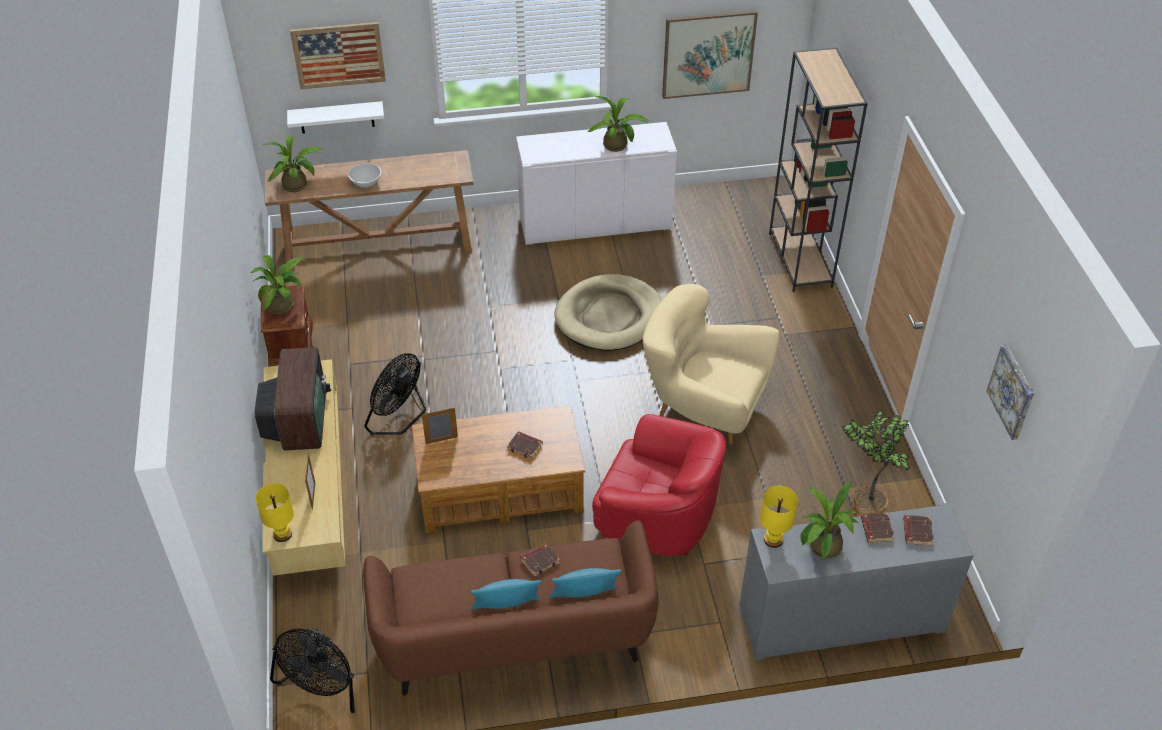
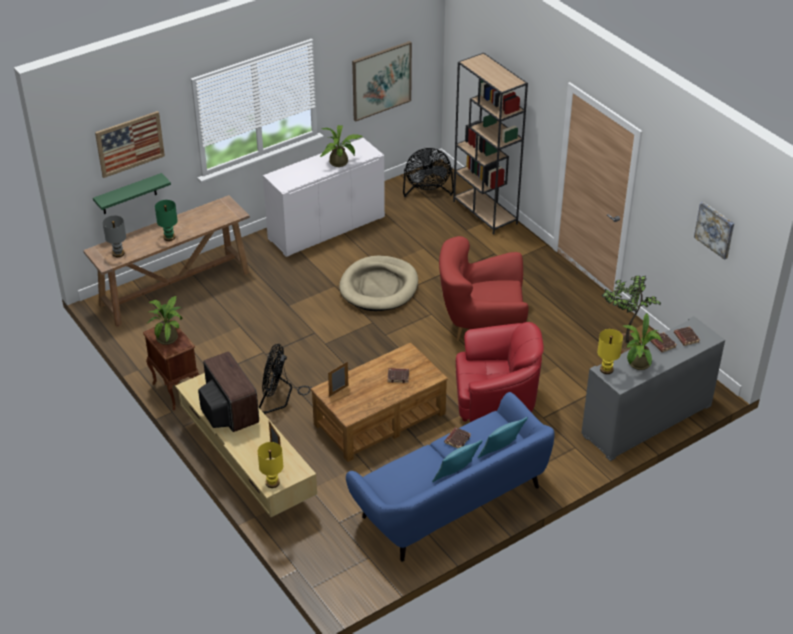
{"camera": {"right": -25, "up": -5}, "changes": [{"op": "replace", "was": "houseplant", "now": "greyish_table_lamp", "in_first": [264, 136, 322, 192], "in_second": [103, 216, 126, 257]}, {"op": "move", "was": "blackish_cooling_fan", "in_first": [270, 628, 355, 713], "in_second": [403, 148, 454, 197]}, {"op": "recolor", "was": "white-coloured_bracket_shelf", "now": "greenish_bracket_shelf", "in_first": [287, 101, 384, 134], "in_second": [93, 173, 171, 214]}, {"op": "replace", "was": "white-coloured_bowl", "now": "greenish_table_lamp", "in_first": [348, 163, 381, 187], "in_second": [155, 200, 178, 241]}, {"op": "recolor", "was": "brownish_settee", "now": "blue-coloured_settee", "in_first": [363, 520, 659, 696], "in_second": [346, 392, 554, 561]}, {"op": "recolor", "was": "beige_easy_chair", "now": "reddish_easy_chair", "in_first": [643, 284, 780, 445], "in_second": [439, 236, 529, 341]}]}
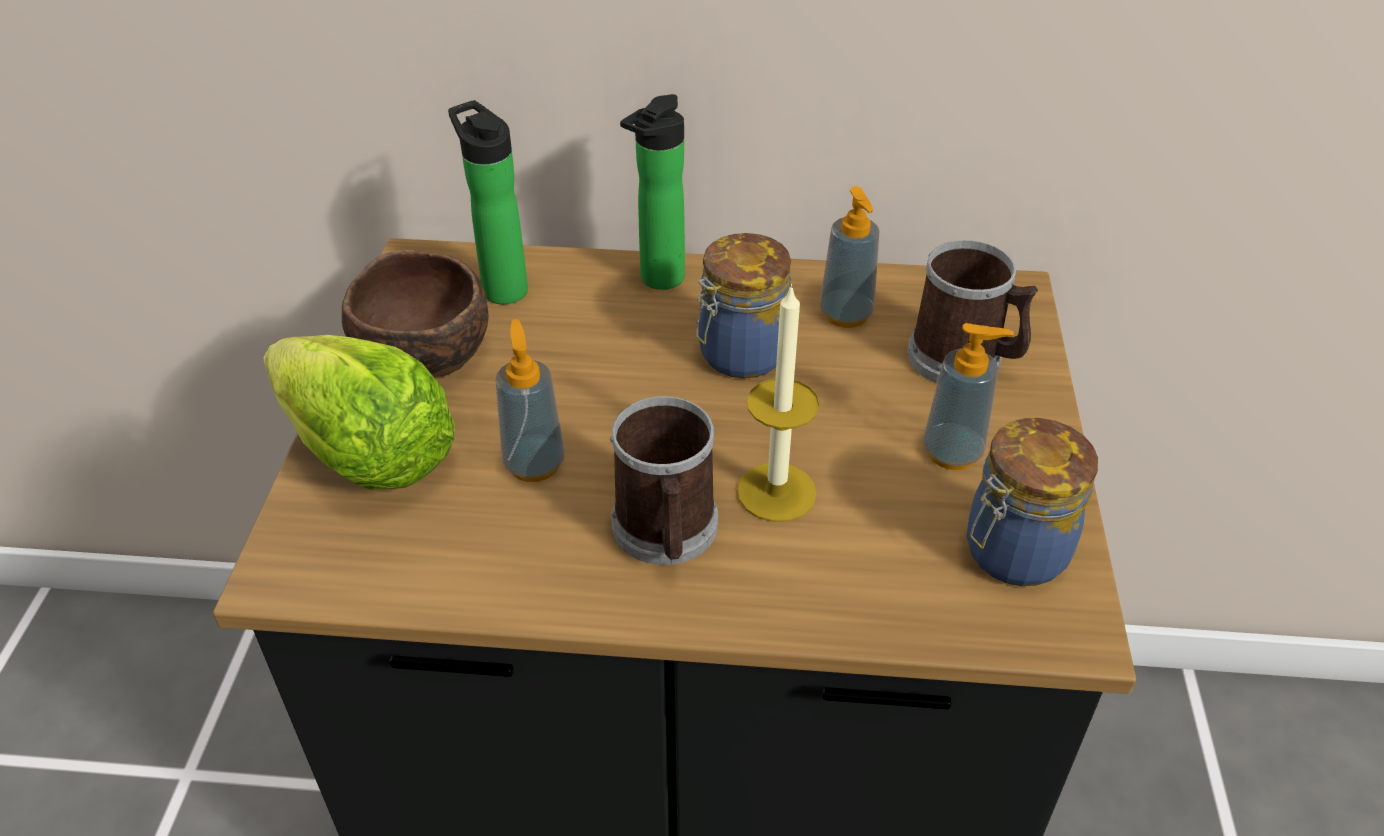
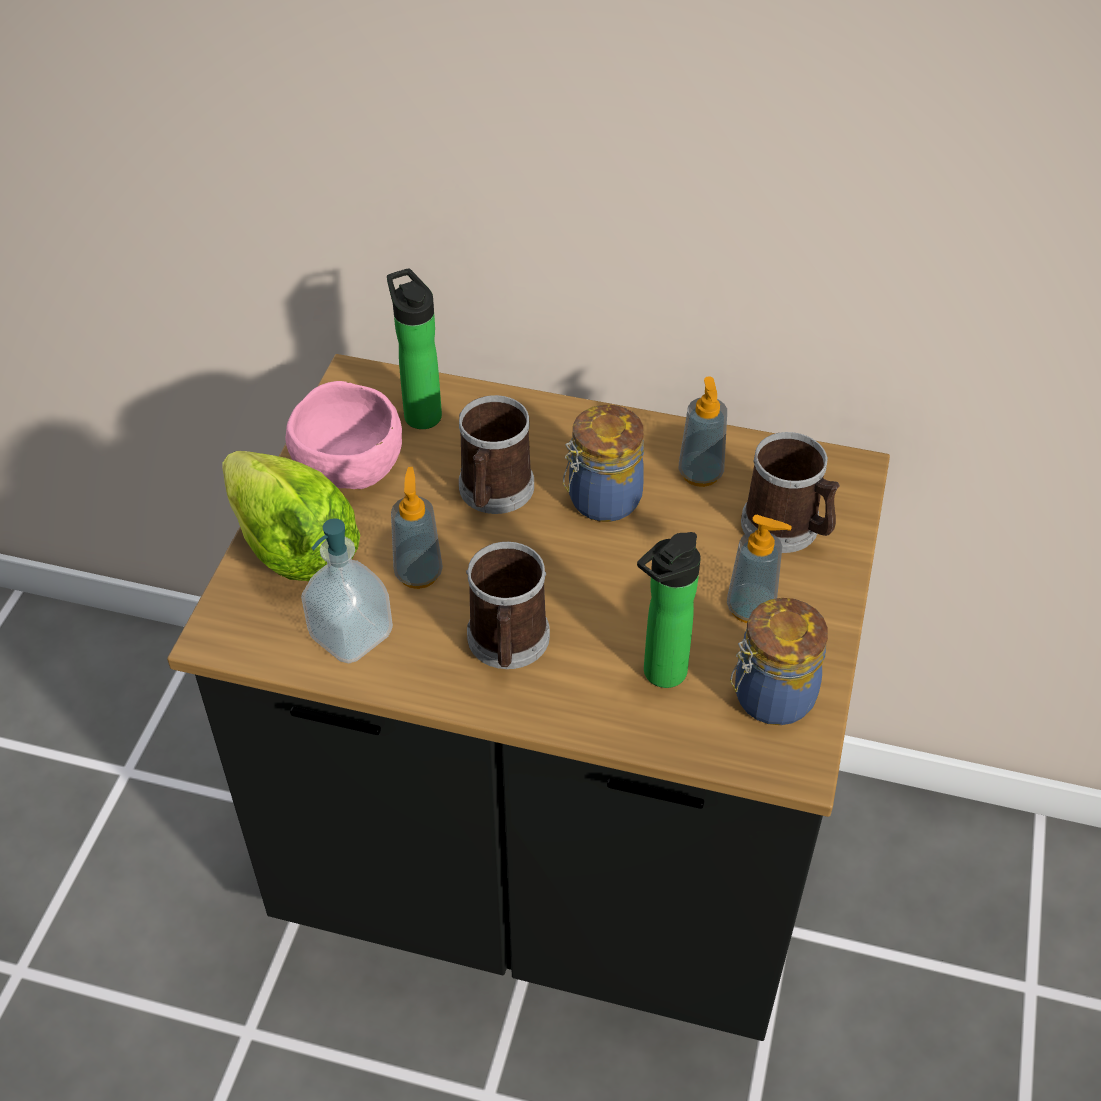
{"camera": {"right": 10, "up": 5}, "changes": [{"op": "recolor", "was": "brownish_bowl", "now": "pinkish_bowl", "in_first": [342, 250, 489, 376], "in_second": [285, 381, 402, 489]}, {"op": "move", "was": "bottle", "in_first": [620, 94, 685, 290], "in_second": [637, 532, 701, 688]}, {"op": "delete", "was": "wax_light", "in_first": [737, 284, 820, 522]}, {"op": "insert", "now": "soap_bottle", "in_second": [301, 518, 393, 663]}, {"op": "insert", "now": "coffee_mug", "in_second": [459, 395, 534, 514]}]}
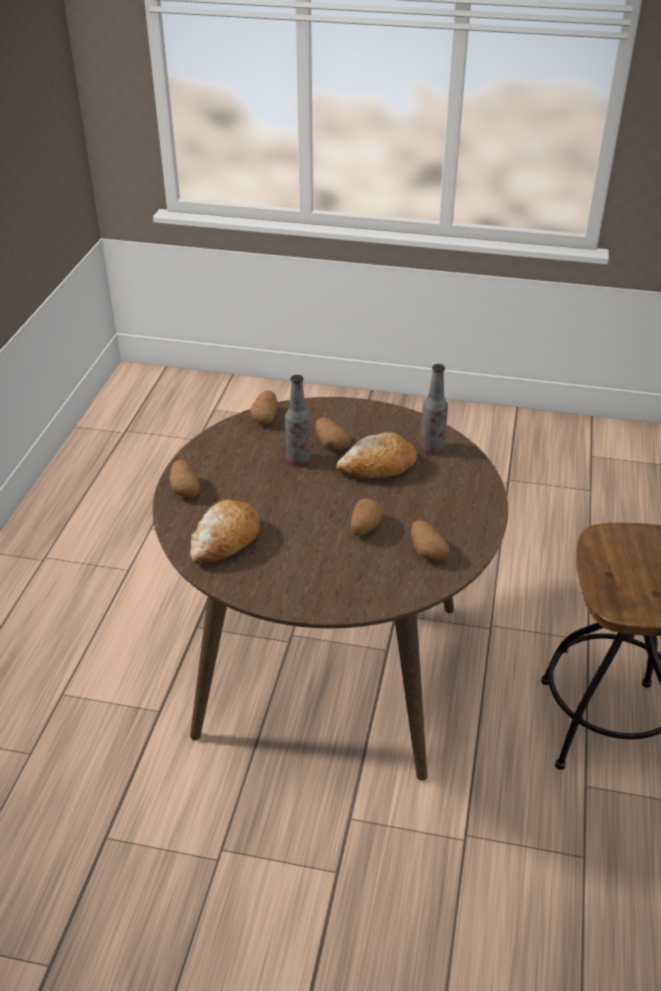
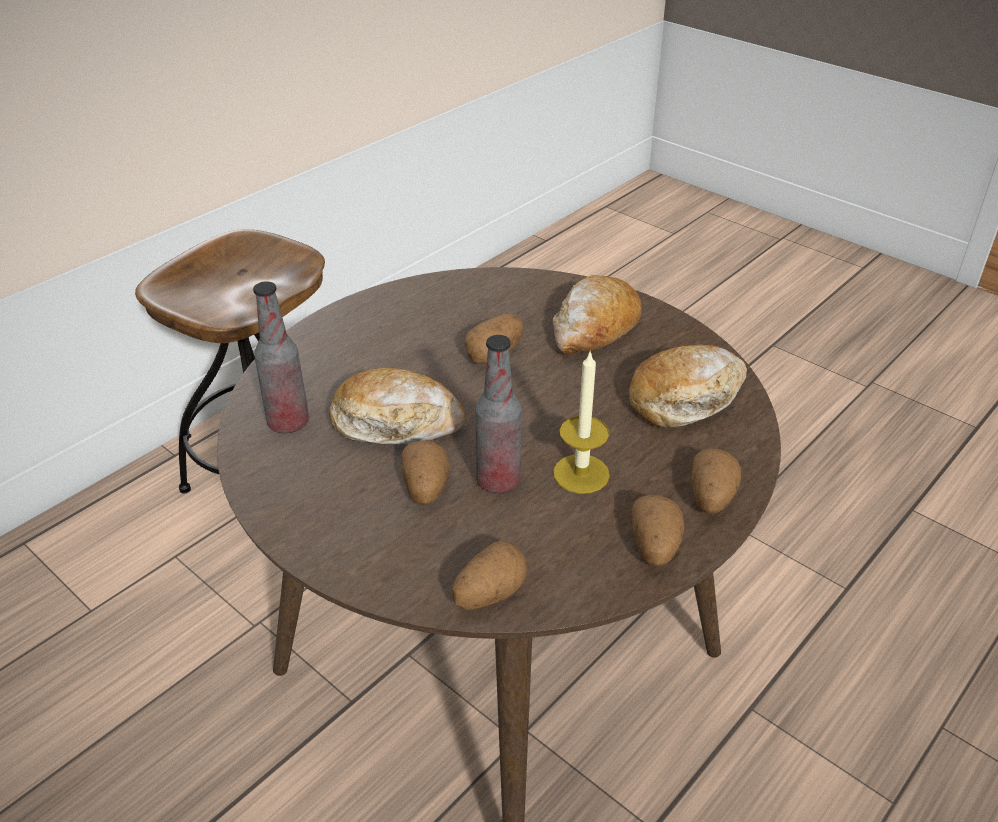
{"camera": {"right": -150, "up": 0}, "changes": [{"op": "move", "was": "potato", "in_first": [411, 520, 449, 561], "in_second": [632, 495, 684, 567]}, {"op": "insert", "now": "bread", "in_second": [553, 275, 642, 354]}, {"op": "insert", "now": "wax_light", "in_second": [553, 351, 610, 494]}]}
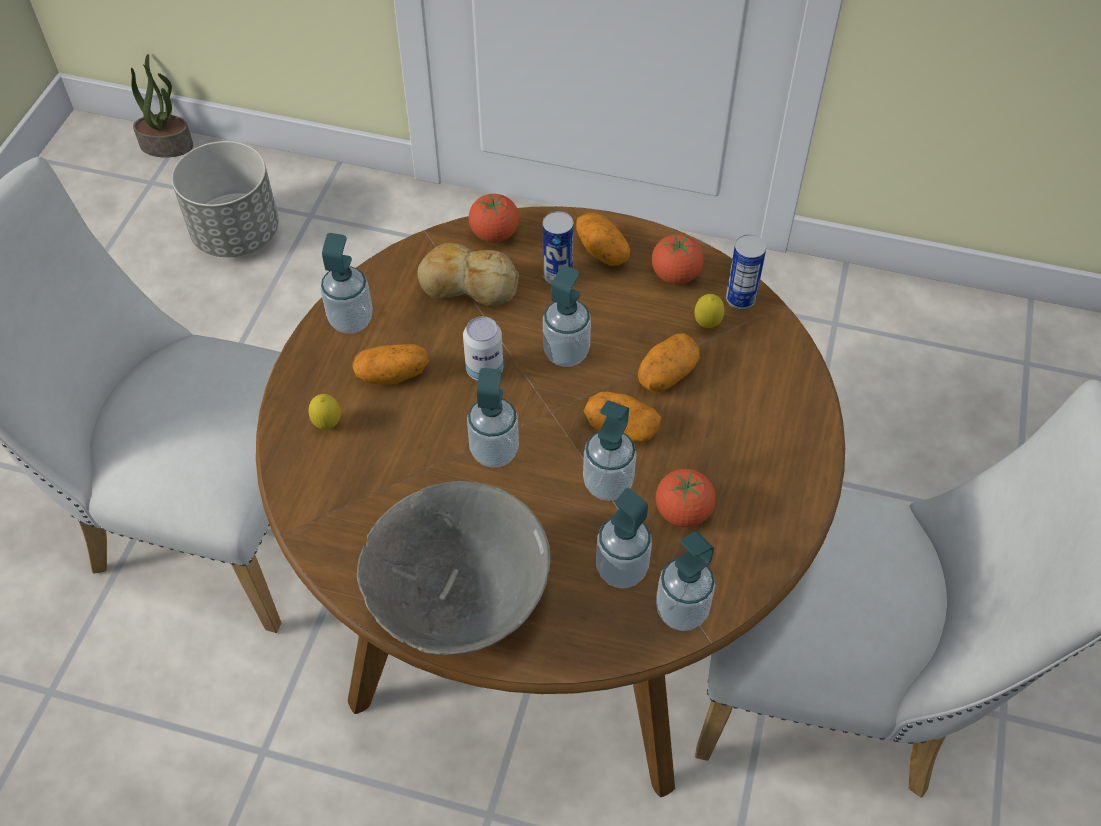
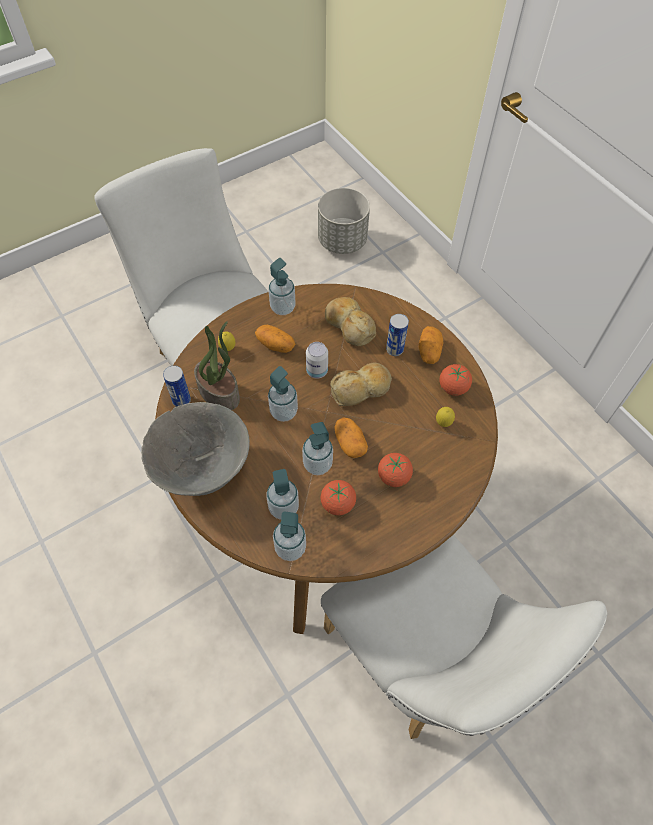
{"camera": {"right": 40, "up": 5}, "changes": [{"op": "move", "was": "houseplant", "in_first": [131, 54, 193, 157], "in_second": [194, 321, 240, 410]}, {"op": "move", "was": "tomato", "in_first": [469, 194, 519, 242], "in_second": [378, 453, 413, 487]}, {"op": "replace", "was": "soap_bottle", "now": "bread", "in_first": [543, 265, 591, 367], "in_second": [330, 363, 392, 406]}, {"op": "delete", "was": "potato", "in_first": [638, 333, 700, 392]}, {"op": "move", "was": "metal_can", "in_first": [726, 235, 767, 310], "in_second": [163, 365, 191, 407]}]}
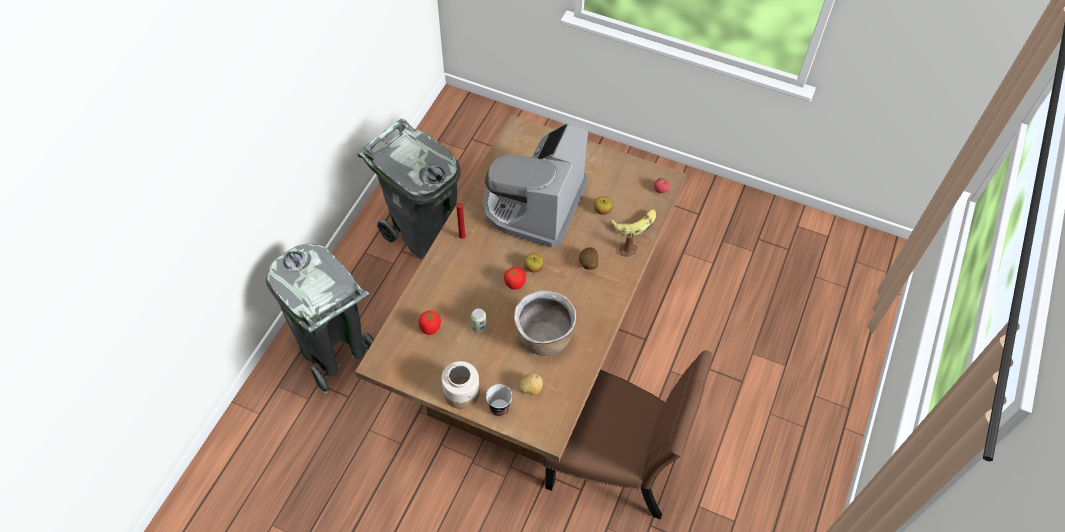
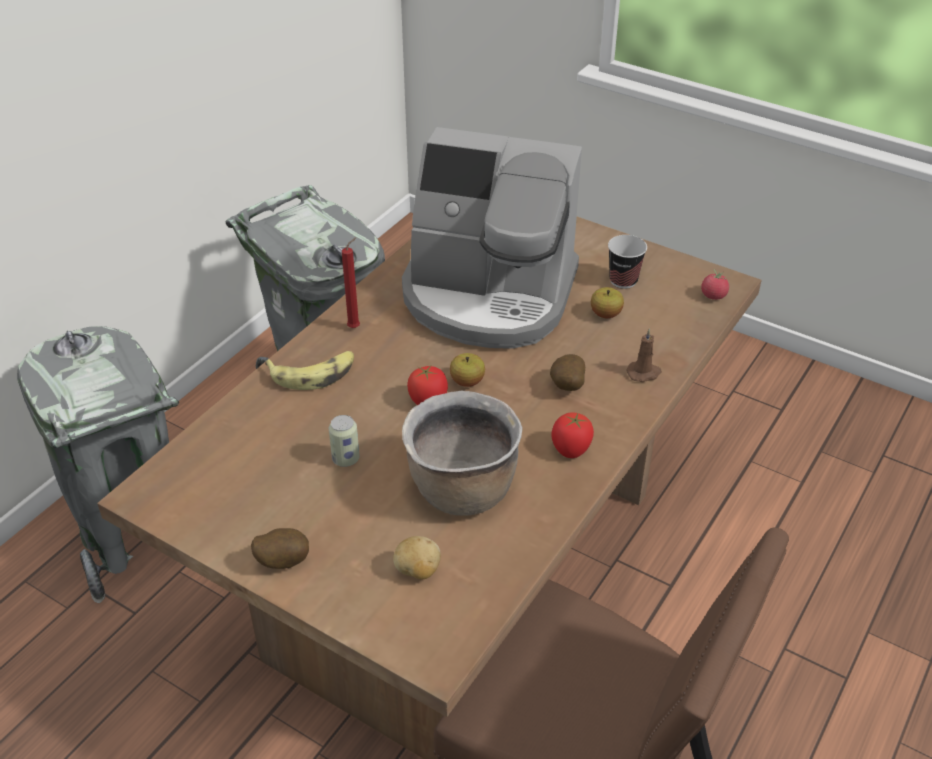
{"camera": {"right": 10, "up": -15}, "changes": [{"op": "move", "was": "tomato", "in_first": [418, 311, 441, 335], "in_second": [551, 412, 594, 458]}, {"op": "replace", "was": "storage_jar", "now": "potato", "in_first": [441, 361, 480, 409], "in_second": [251, 528, 309, 569]}, {"op": "rotate", "was": "coffee_brewer", "in_first": [483, 123, 588, 248], "in_second": [402, 127, 582, 349], "clockwise": -105}, {"op": "move", "was": "cup", "in_first": [486, 384, 512, 416], "in_second": [608, 235, 647, 289]}, {"op": "move", "was": "banana_fruit", "in_first": [610, 209, 656, 235], "in_second": [265, 351, 354, 390]}]}
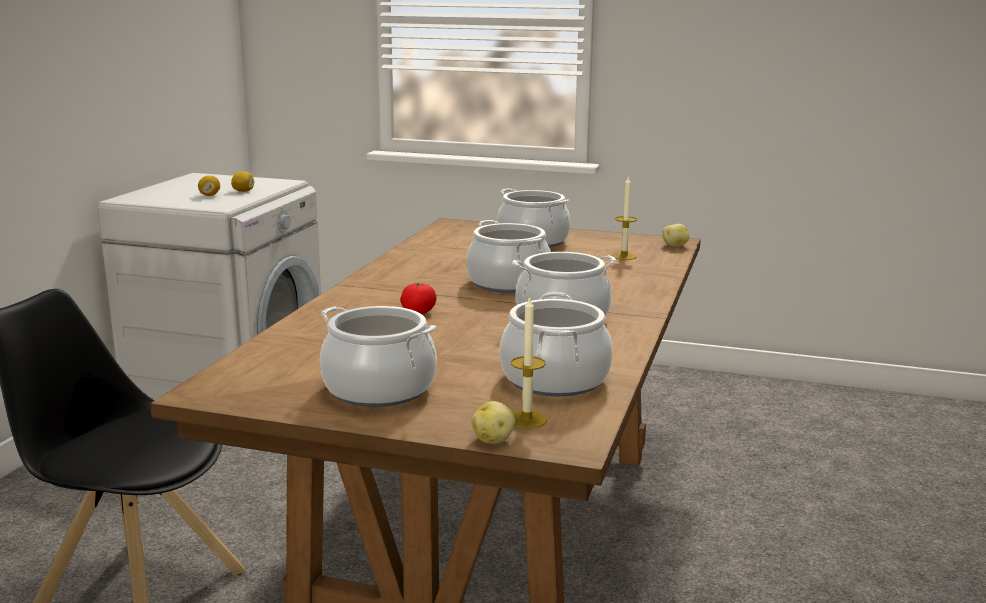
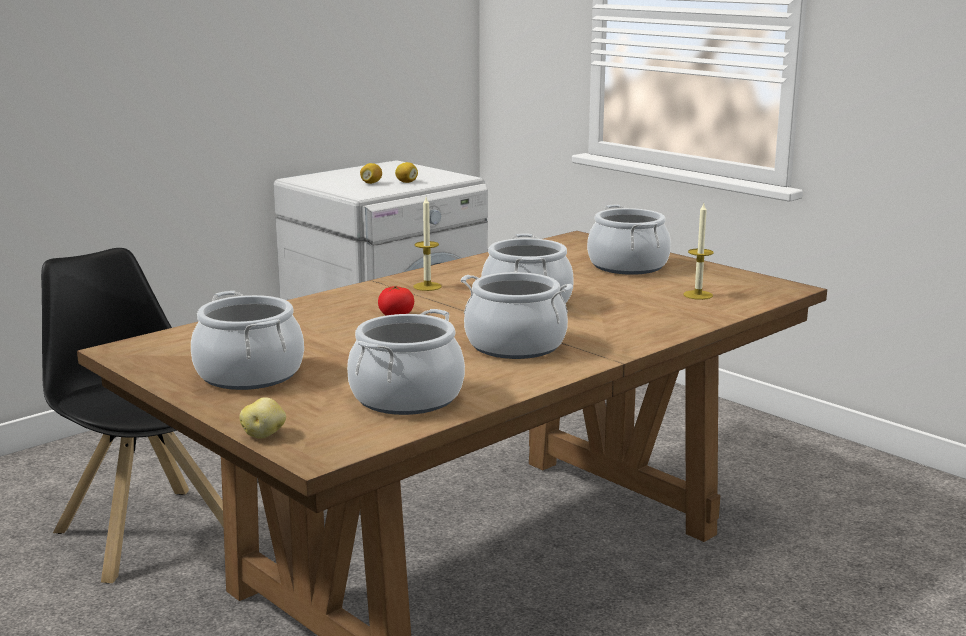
{"camera": {"right": 30, "up": 0}, "changes": [{"op": "move", "was": "wax_light", "in_first": [511, 296, 547, 428], "in_second": [413, 197, 442, 291]}, {"op": "delete", "was": "potato", "in_first": [662, 224, 689, 246]}]}
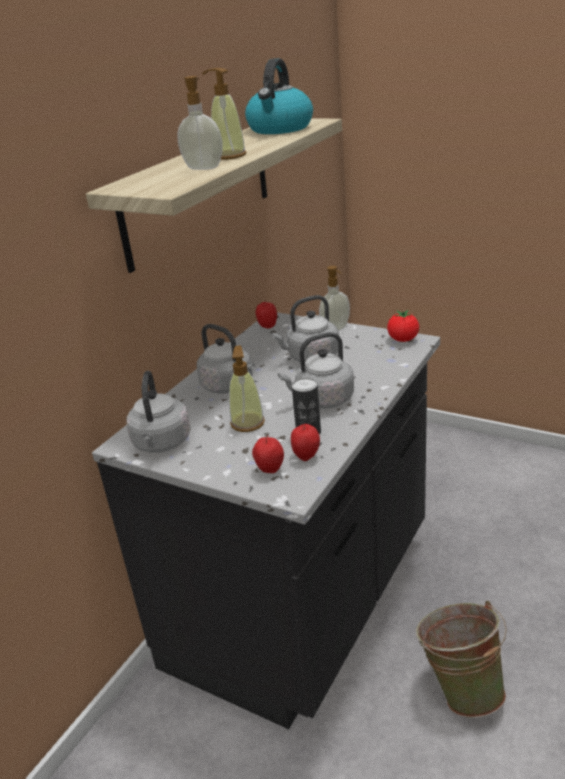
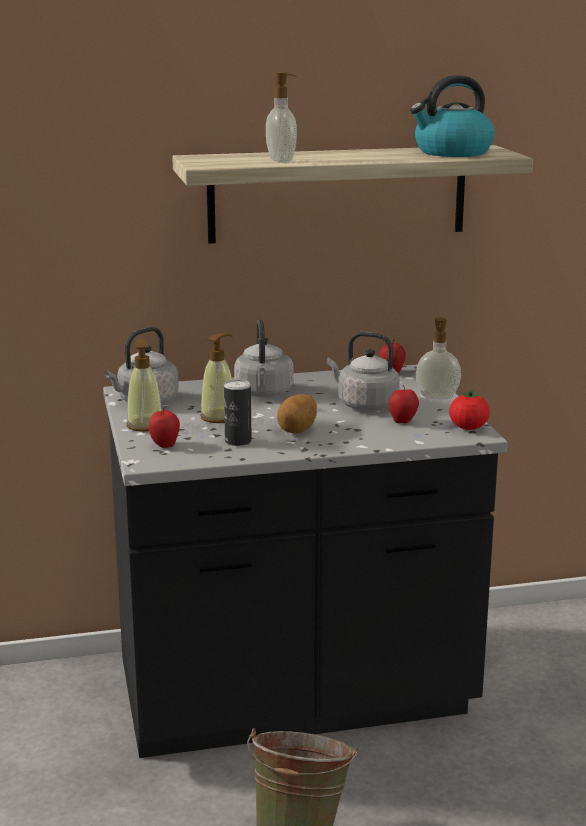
{"camera": {"right": 45, "up": -10}, "changes": [{"op": "move", "was": "soap_bottle", "in_first": [202, 68, 246, 160], "in_second": [126, 339, 162, 432]}, {"op": "replace", "was": "greyish_kettle", "now": "potato", "in_first": [278, 332, 354, 409], "in_second": [277, 394, 317, 433]}, {"op": "move", "was": "apple_fruit", "in_first": [291, 424, 320, 461], "in_second": [389, 387, 419, 423]}]}
